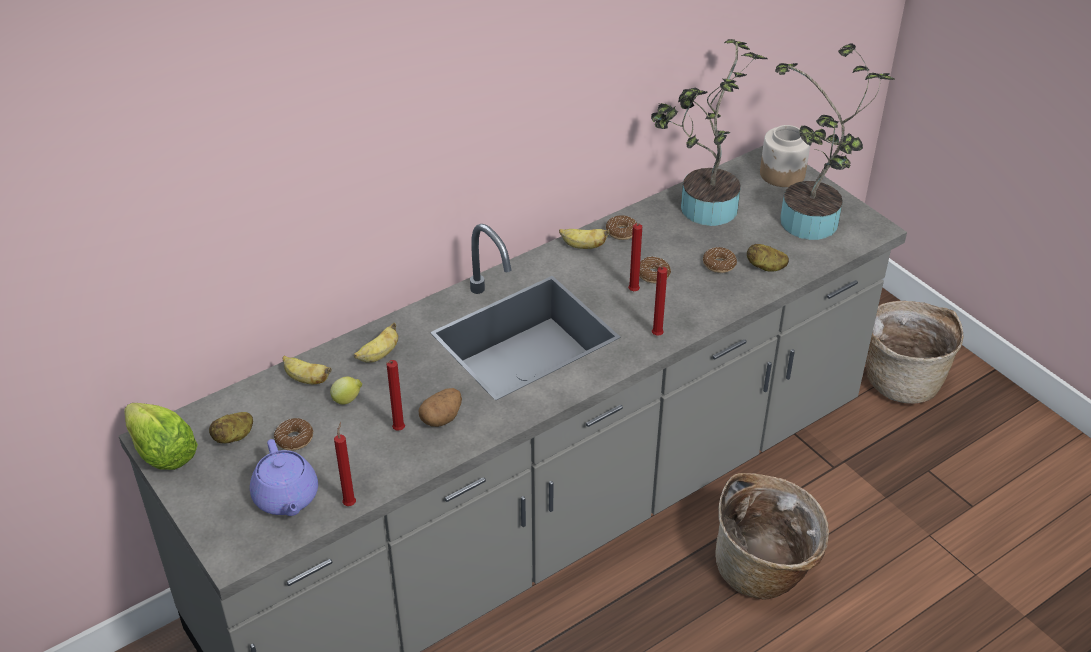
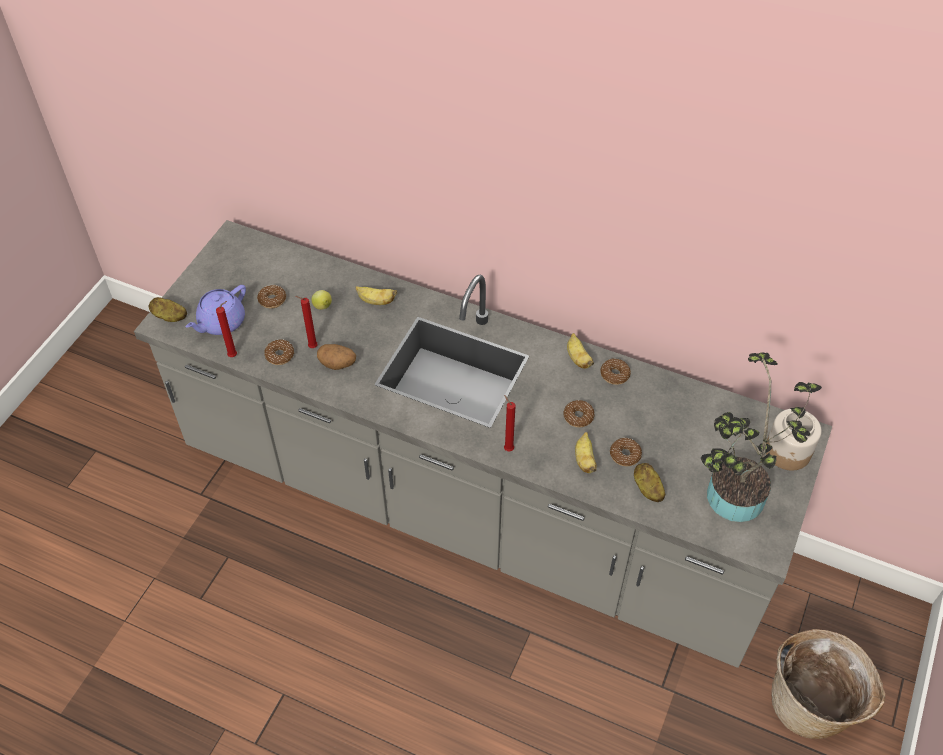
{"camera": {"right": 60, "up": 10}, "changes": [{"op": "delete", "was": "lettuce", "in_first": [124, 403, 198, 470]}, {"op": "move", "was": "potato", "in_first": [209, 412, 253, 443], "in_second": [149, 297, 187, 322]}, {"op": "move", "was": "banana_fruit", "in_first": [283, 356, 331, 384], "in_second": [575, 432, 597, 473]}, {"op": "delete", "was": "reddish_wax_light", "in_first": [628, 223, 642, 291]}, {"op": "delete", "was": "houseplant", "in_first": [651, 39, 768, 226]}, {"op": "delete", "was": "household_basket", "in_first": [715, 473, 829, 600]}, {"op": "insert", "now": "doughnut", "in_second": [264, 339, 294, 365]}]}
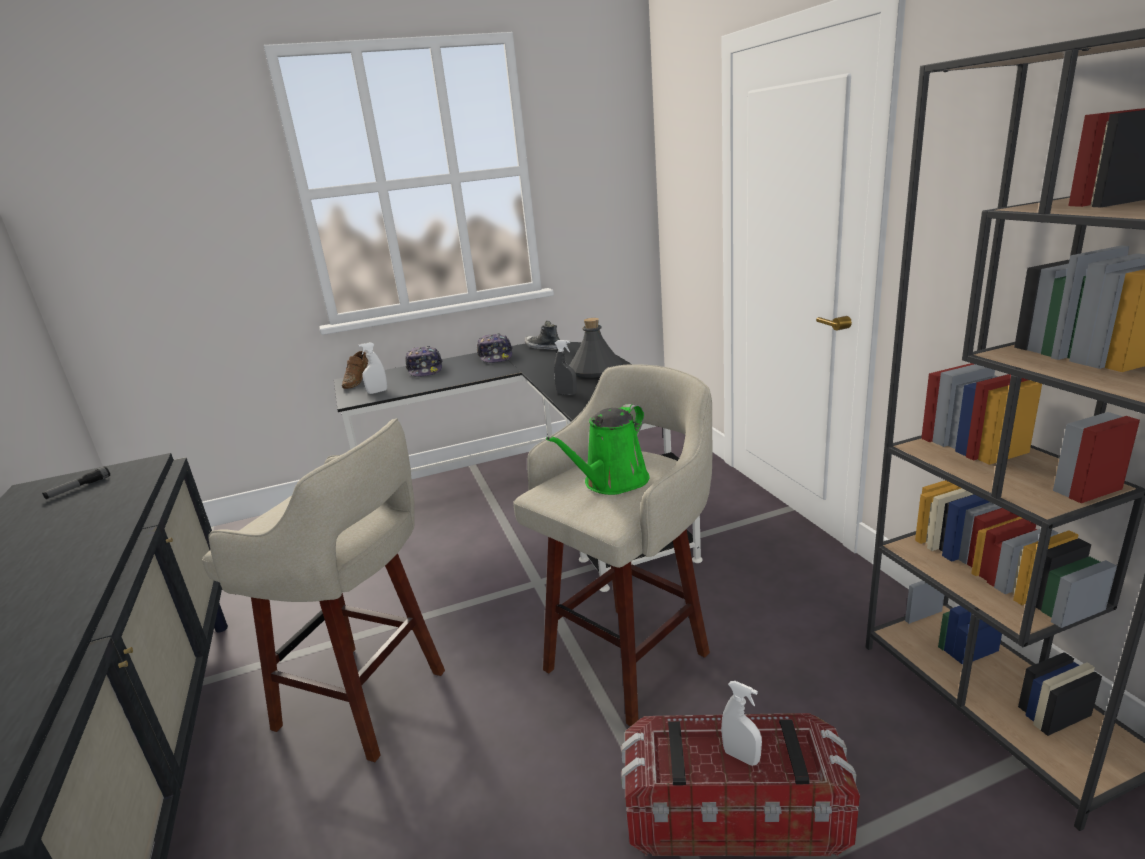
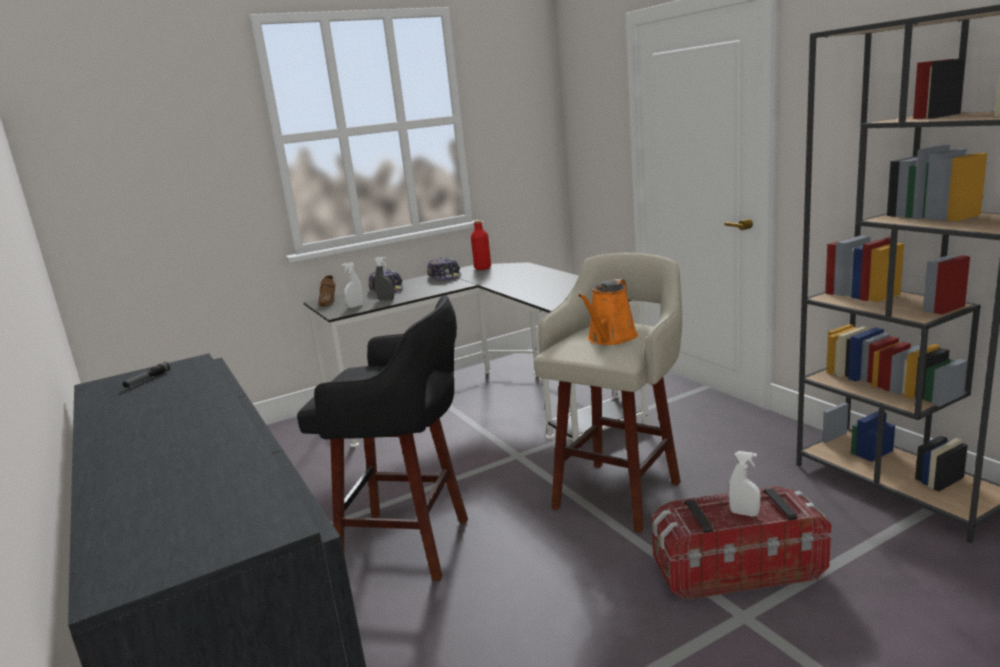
{"camera": {"right": -10, "up": -5}, "changes": [{"op": "recolor", "was": "beige_stool_seat", "now": "blackish_stool_seat", "in_first": [202, 418, 445, 762], "in_second": [297, 295, 468, 581]}, {"op": "replace", "was": "shoe", "now": "reddish_bottle", "in_first": [525, 321, 560, 350], "in_second": [471, 220, 491, 270]}, {"op": "recolor", "was": "greenish_watering_can", "now": "orangey_watering_can", "in_first": [546, 404, 649, 495], "in_second": [578, 279, 638, 345]}, {"op": "move", "was": "greyish_spray_bottle", "in_first": [554, 340, 577, 395], "in_second": [374, 257, 394, 301]}, {"op": "delete", "was": "greyish_bottle", "in_first": [569, 318, 622, 378]}]}
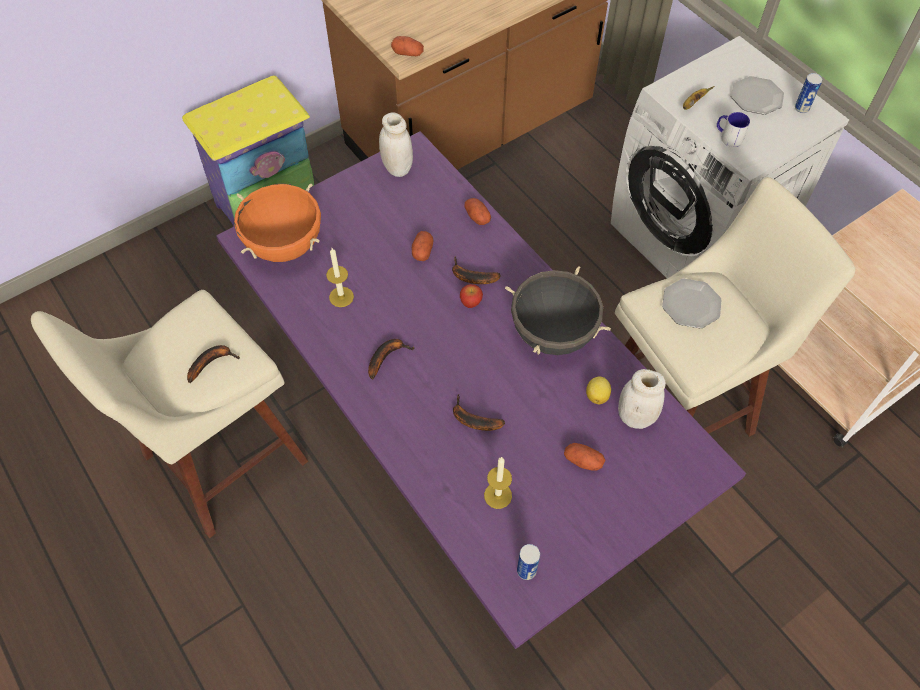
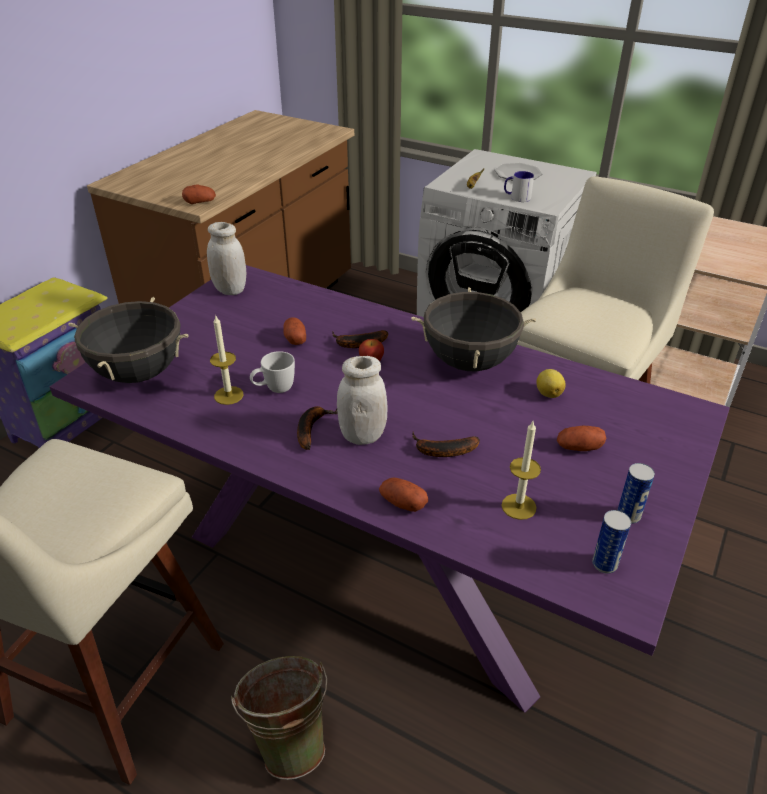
{"camera": {"right": -25, "up": -20}, "changes": [{"op": "delete", "was": "banana_fruit", "in_first": [187, 345, 240, 383]}, {"op": "recolor", "was": "orangey_cooking_pot", "now": "blackish_cooking_pot", "in_first": [234, 184, 321, 262], "in_second": [68, 297, 189, 383]}, {"op": "move", "was": "potato", "in_first": [465, 198, 491, 225], "in_second": [379, 478, 428, 512]}, {"op": "move", "was": "white-coloured_storage_jar", "in_first": [618, 369, 666, 429], "in_second": [337, 356, 388, 445]}, {"op": "delete", "was": "plate", "in_first": [662, 278, 722, 328]}, {"op": "move", "was": "metal_can", "in_first": [795, 73, 823, 113], "in_second": [618, 463, 655, 524]}, {"op": "insert", "now": "greenish_bucket", "in_second": [231, 656, 327, 780]}, {"op": "insert", "now": "white-coloured_coffee_mug", "in_second": [250, 351, 295, 393]}]}
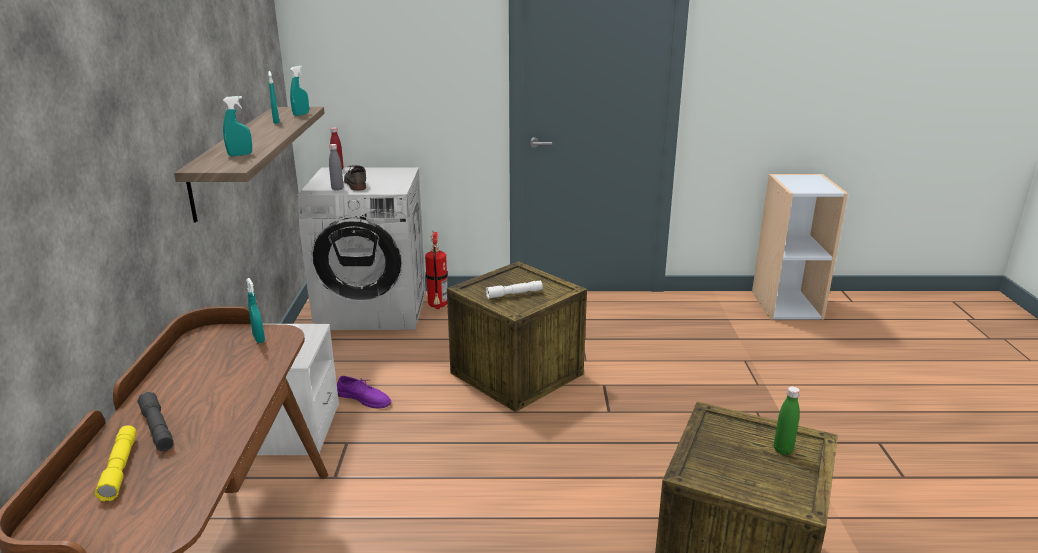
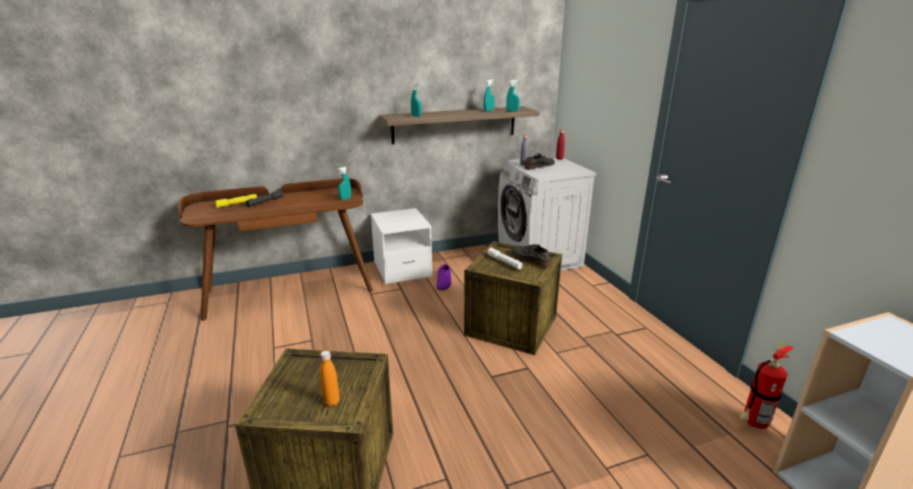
{"camera": {"right": 70, "up": 0}, "changes": [{"op": "move", "was": "fire-fighting_cylinder", "in_first": [425, 232, 448, 309], "in_second": [740, 343, 793, 429]}, {"op": "recolor", "was": "greenish_bottle", "now": "orangey_bottle", "in_first": [774, 386, 800, 455], "in_second": [320, 351, 340, 407]}, {"op": "insert", "now": "greyish_shoe", "in_second": [512, 244, 551, 267]}]}
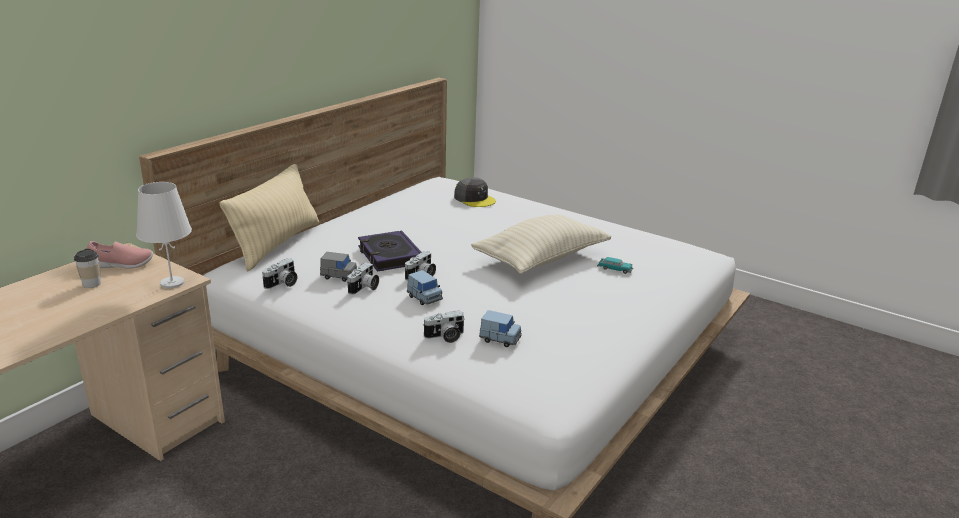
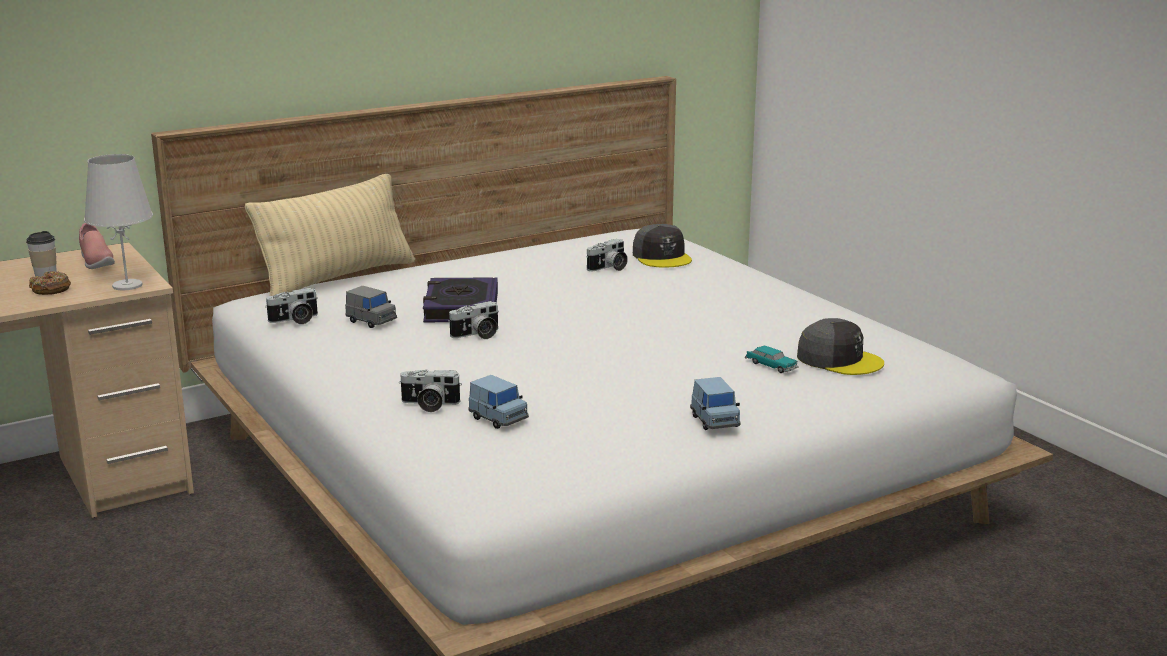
{"camera": {"right": 25, "up": -5}, "changes": [{"op": "rotate", "was": "pinkish_shoe", "in_first": [87, 241, 153, 269], "in_second": [79, 223, 115, 269], "clockwise": 45}, {"op": "move", "was": "still_camera", "in_first": [347, 262, 379, 295], "in_second": [587, 239, 628, 271]}, {"op": "move", "was": "blue-coloured_miniature_car", "in_first": [407, 270, 443, 305], "in_second": [690, 377, 741, 430]}, {"op": "delete", "was": "beige_pillow", "in_first": [471, 214, 611, 274]}, {"op": "insert", "now": "doughnut", "in_second": [29, 271, 71, 295]}, {"op": "insert", "now": "greyish_peaked_cap", "in_second": [797, 318, 884, 375]}]}
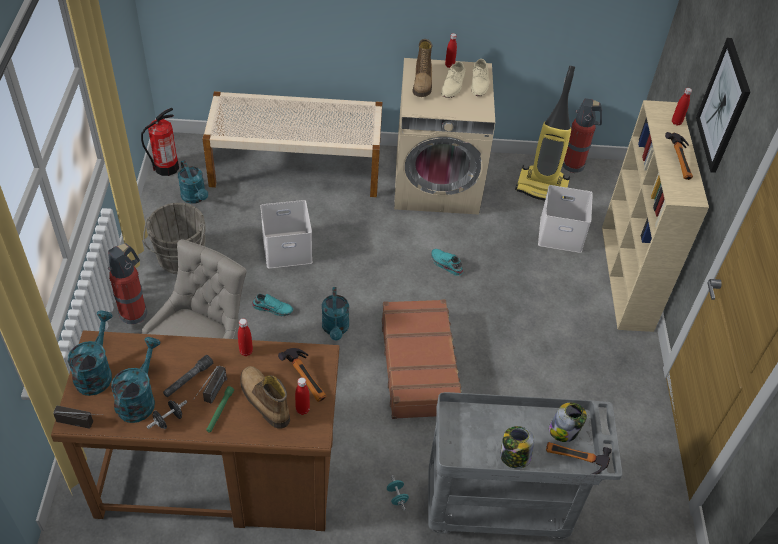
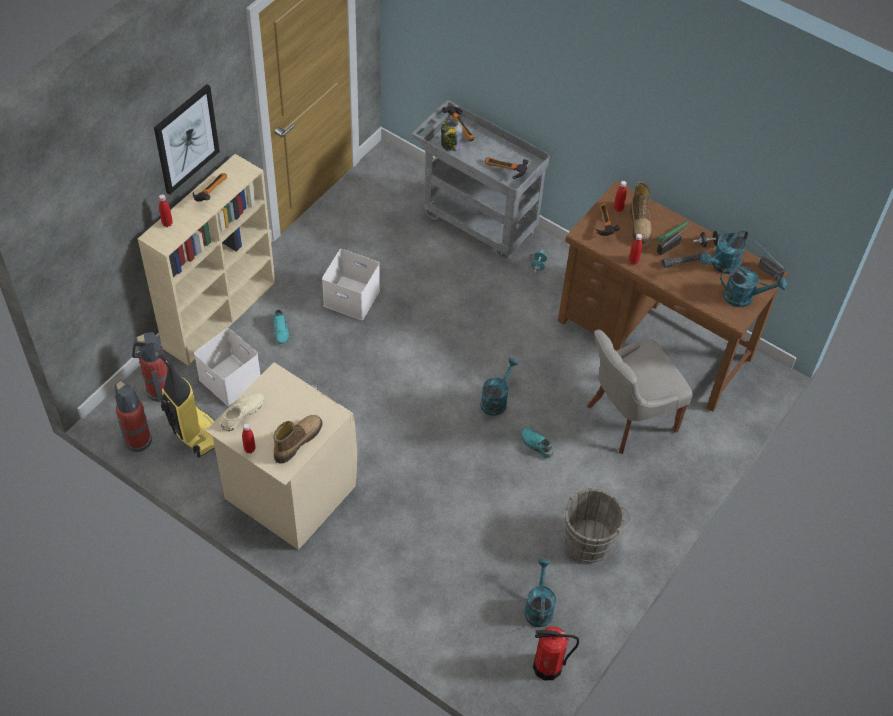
{"camera": {"right": -145, "up": 5}, "changes": [{"op": "rotate", "was": "turquoise_watering_can", "in_first": [68, 310, 113, 396], "in_second": [720, 267, 787, 307], "clockwise": -120}, {"op": "move", "was": "fire-fighting_cylinder", "in_first": [108, 243, 147, 324], "in_second": [132, 332, 167, 402]}, {"op": "delete", "was": "beige_long_seat", "in_first": [203, 91, 383, 197]}, {"op": "move", "was": "white-coloured_storage_bin", "in_first": [260, 200, 313, 269], "in_second": [322, 249, 380, 320]}, {"op": "delete", "was": "brownish_travel_case", "in_first": [382, 299, 461, 419]}, {"op": "move", "was": "turquoise_shoe", "in_first": [431, 249, 463, 276], "in_second": [273, 310, 290, 344]}, {"op": "delete", "was": "beige_shoe", "in_first": [441, 62, 466, 98]}, {"op": "delete", "was": "storage_jar", "in_first": [500, 426, 534, 469]}, {"op": "insert", "now": "tool_hammer", "in_second": [485, 157, 529, 179]}]}
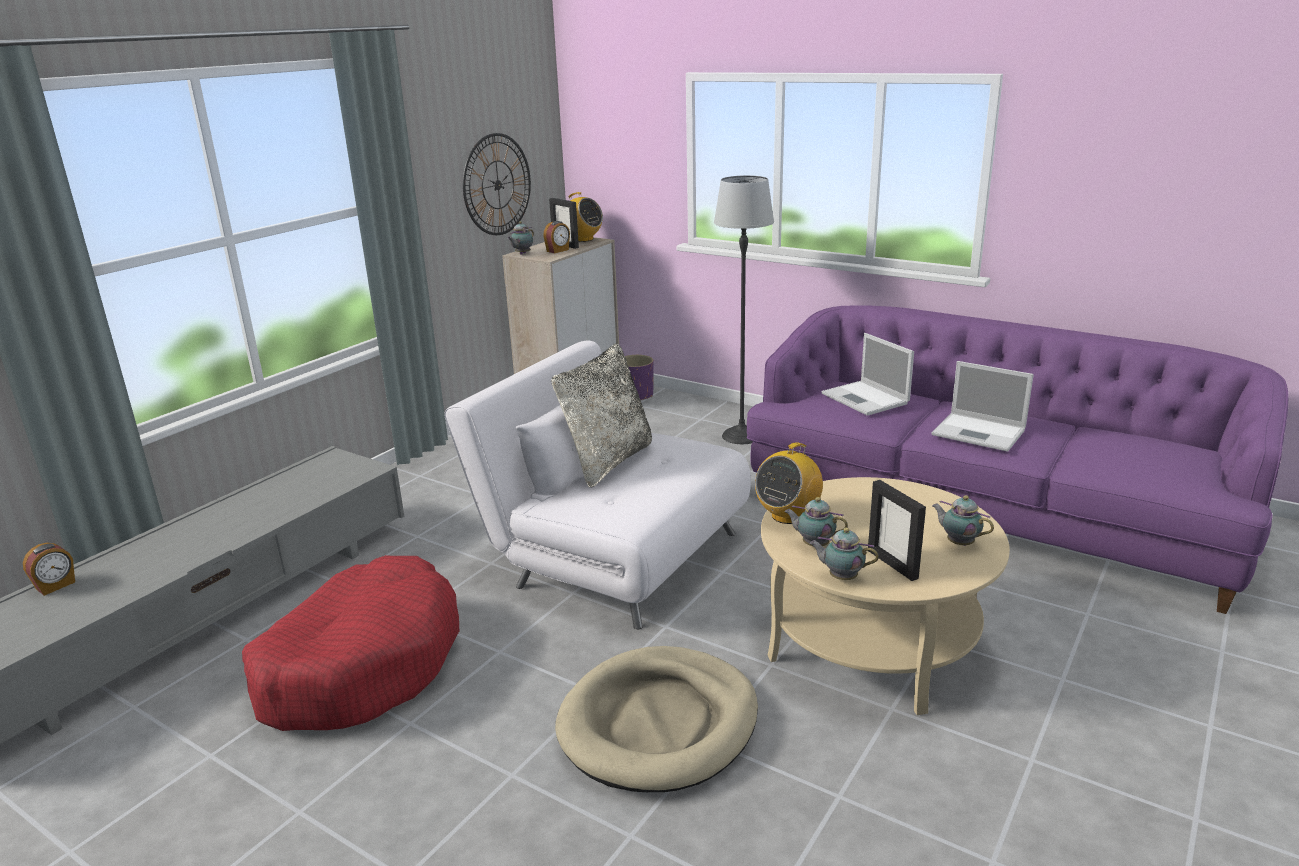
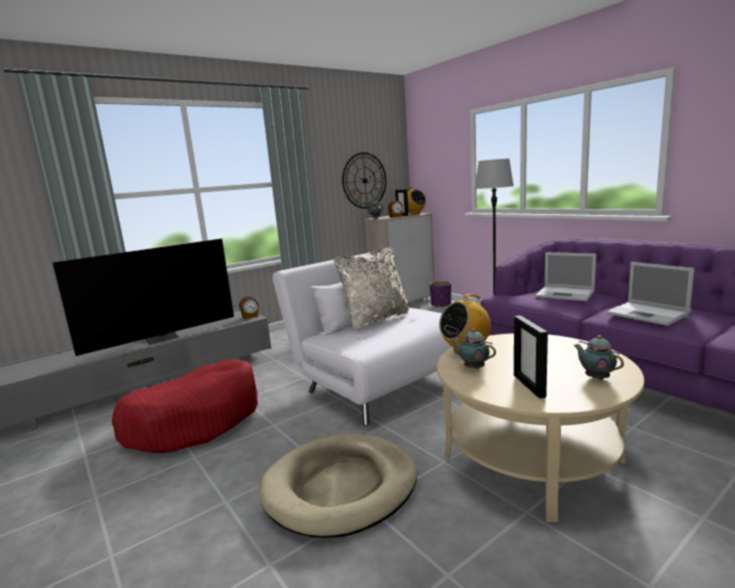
{"camera": {"right": 20, "up": -10}, "changes": [{"op": "move", "was": "table_clock", "in_first": [23, 543, 75, 596], "in_second": [239, 296, 259, 319]}, {"op": "delete", "was": "pot_for_tea", "in_first": [809, 528, 879, 580]}, {"op": "rotate", "was": "notebook_computer", "in_first": [822, 333, 914, 416], "in_second": [535, 252, 596, 301], "clockwise": -45}, {"op": "insert", "now": "TV", "in_second": [52, 239, 234, 356]}]}
